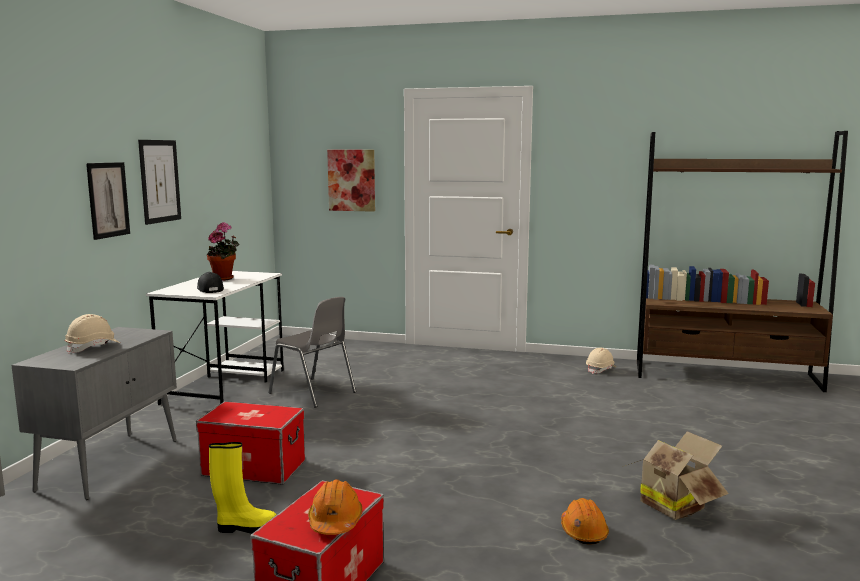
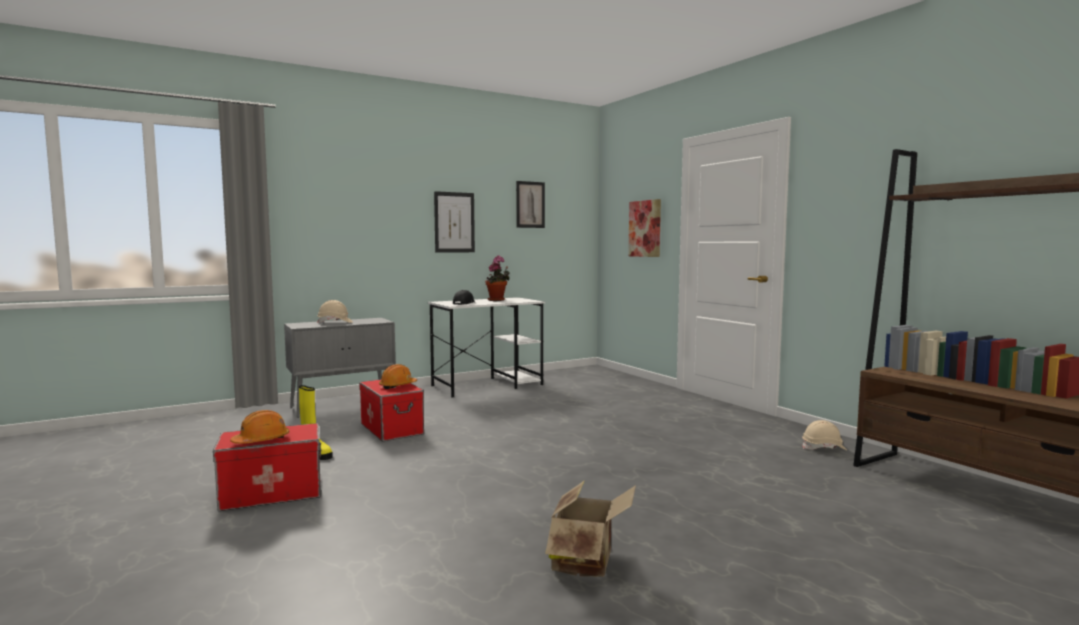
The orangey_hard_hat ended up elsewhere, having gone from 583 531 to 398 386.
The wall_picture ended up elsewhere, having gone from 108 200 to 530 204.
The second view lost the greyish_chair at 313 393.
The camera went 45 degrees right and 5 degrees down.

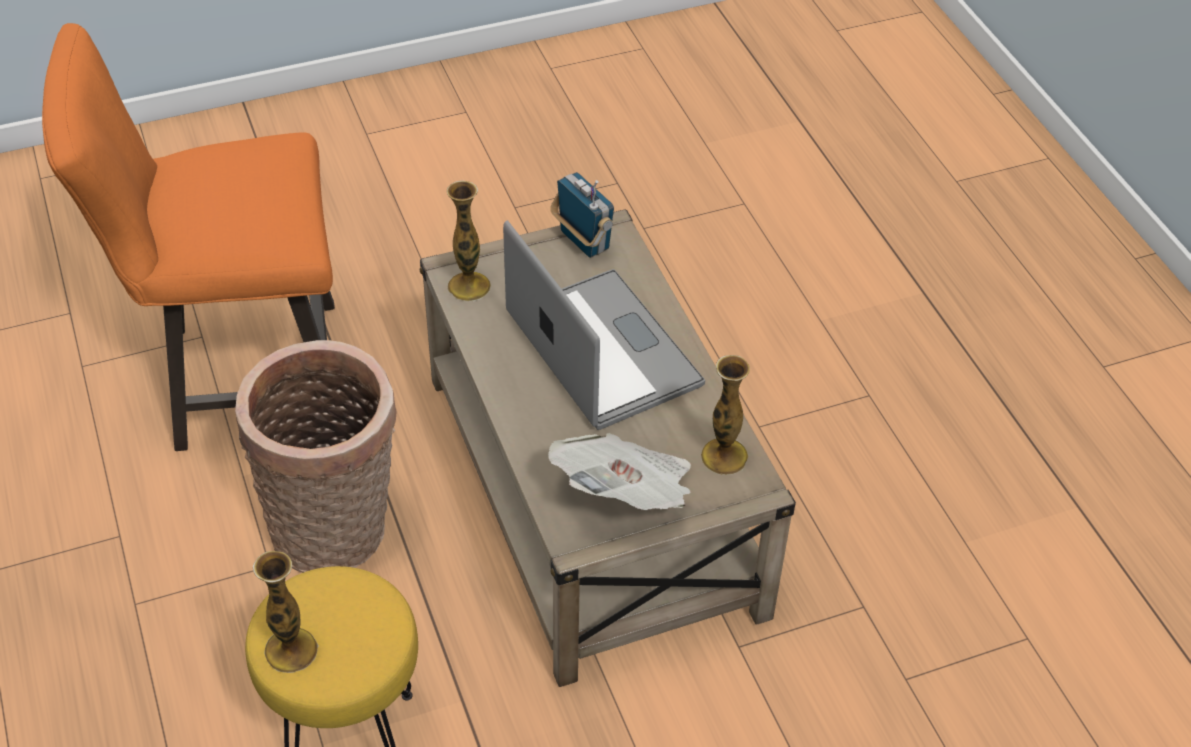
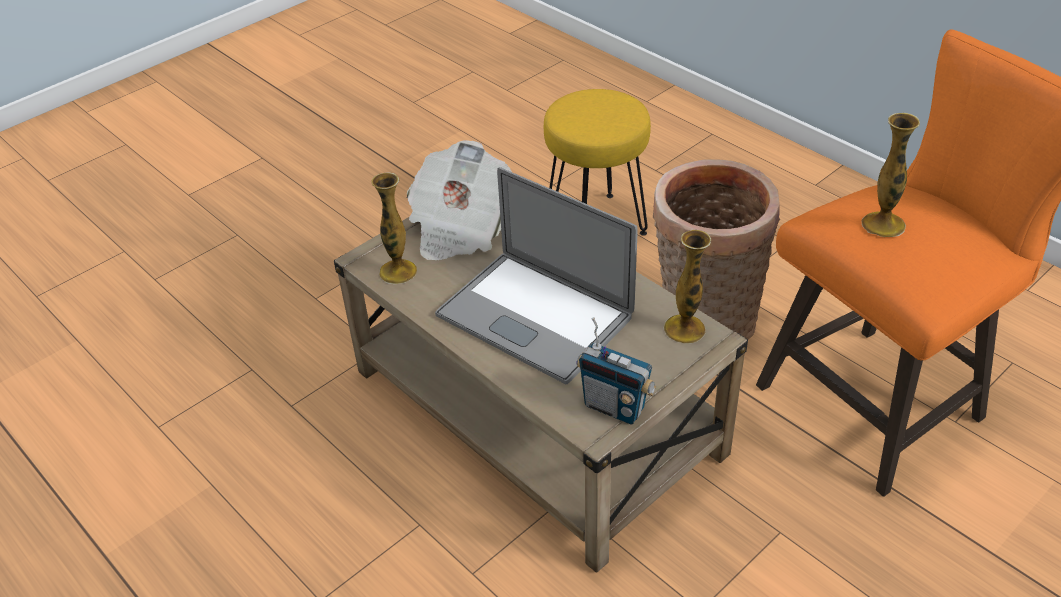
The decorative_vase ended up elsewhere, having gone from 291 650 to 883 224.
The camera went 160 degrees right and 5 degrees down.

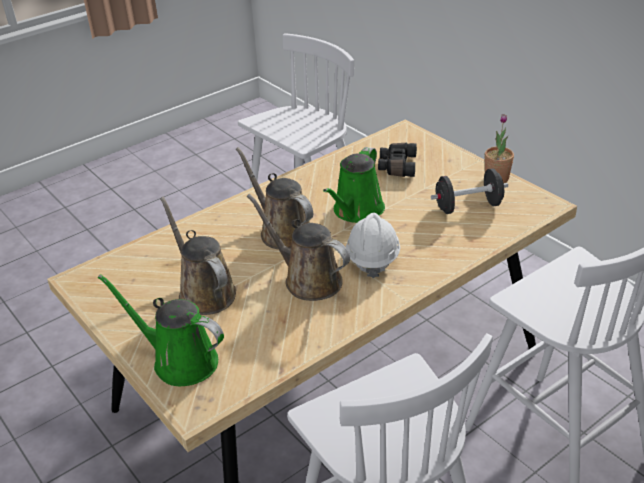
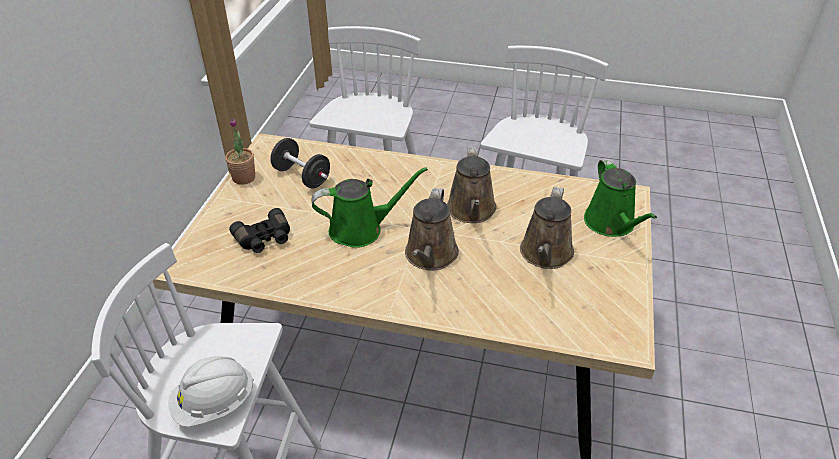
The white-coloured_hard_hat ended up elsewhere, having gone from 372 258 to 214 404.
The camera went 130 degrees left and 5 degrees up.

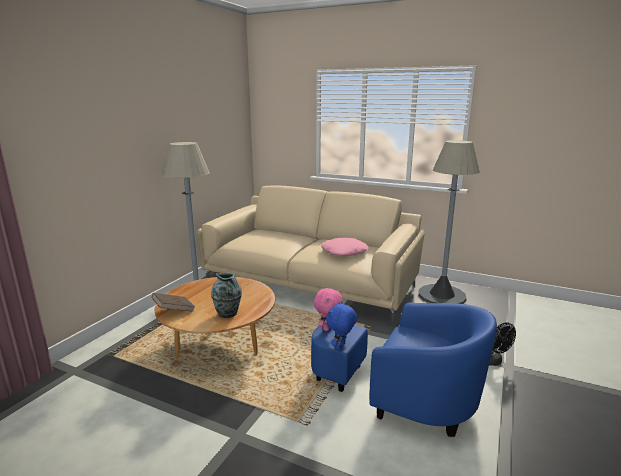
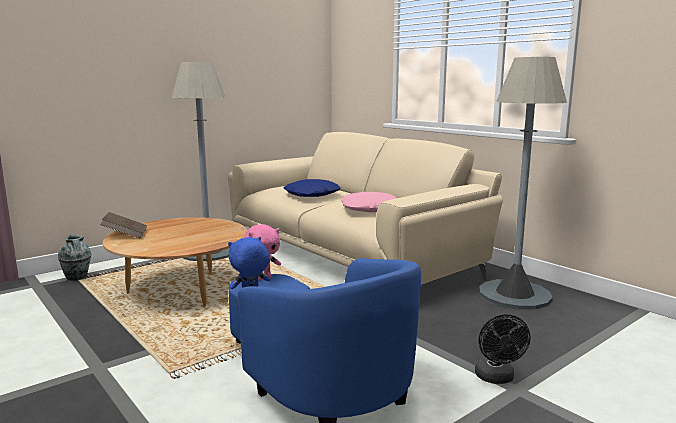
The decorative_vase ended up elsewhere, having gone from 228 314 to 77 277.
The second view gained the bluish_pillow at 312 194.
The camera went 25 degrees right and 5 degrees down.

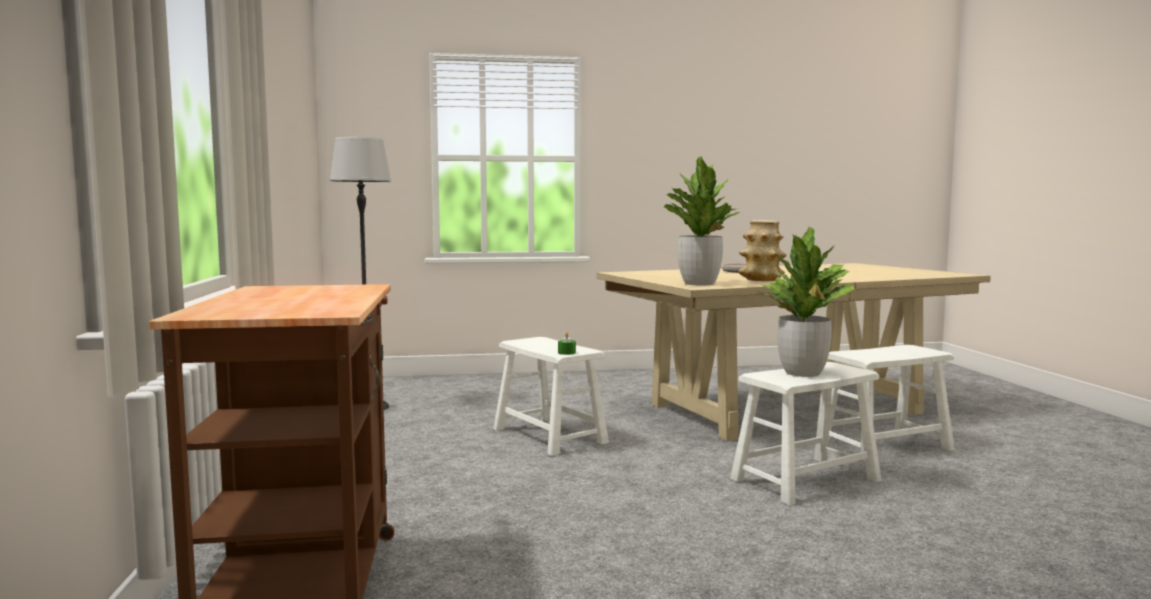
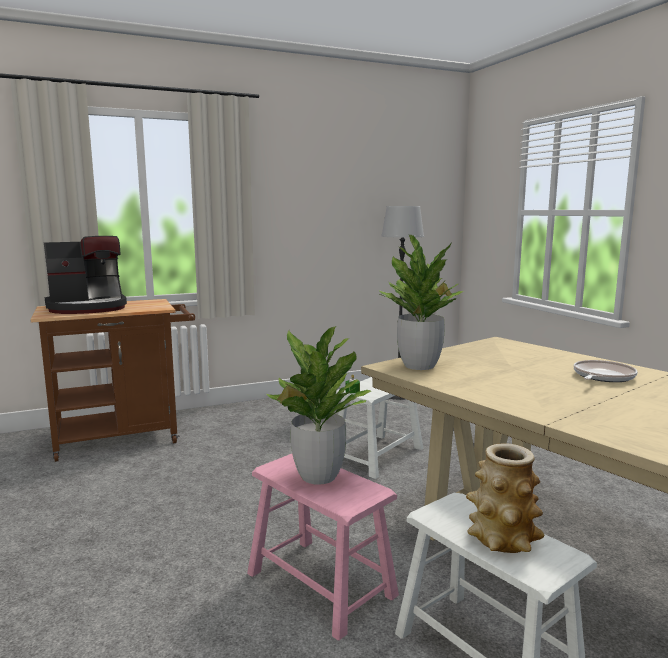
The second view gained the coffee_machine at 88 308.
What was the white-coloured_sitting_stool at 805 480 turned into the pink_sitting_stool at 320 584.
The decorative_vase ended up elsewhere, having gone from 761 279 to 502 539.
The camera went 75 degrees right and 5 degrees up.

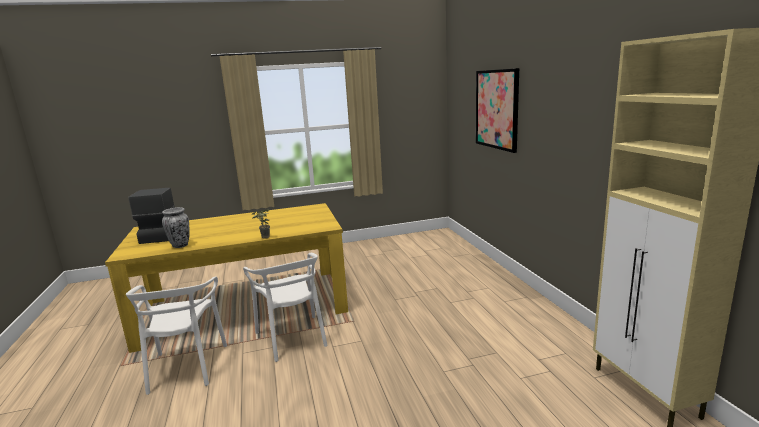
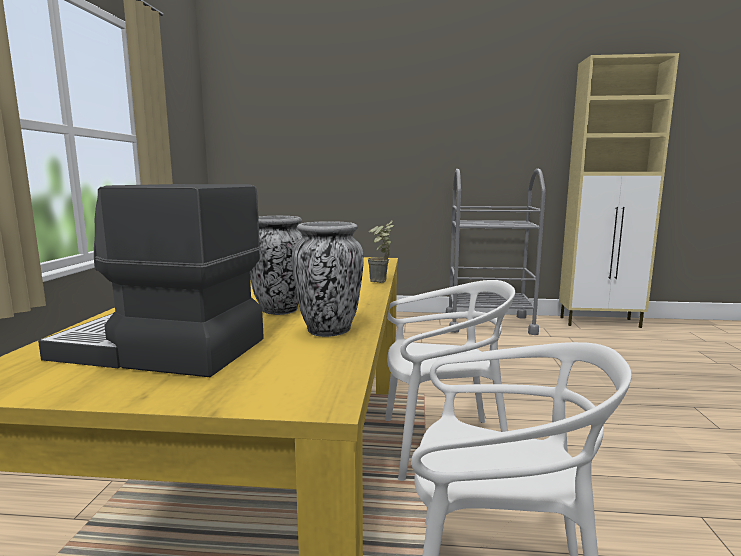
The second view gained the decorative_vase at 279 310.
The second view gained the greyish_trolley at 489 324.
The second view lost the wall_picture at 496 109.
The camera went 70 degrees left and 5 degrees down.

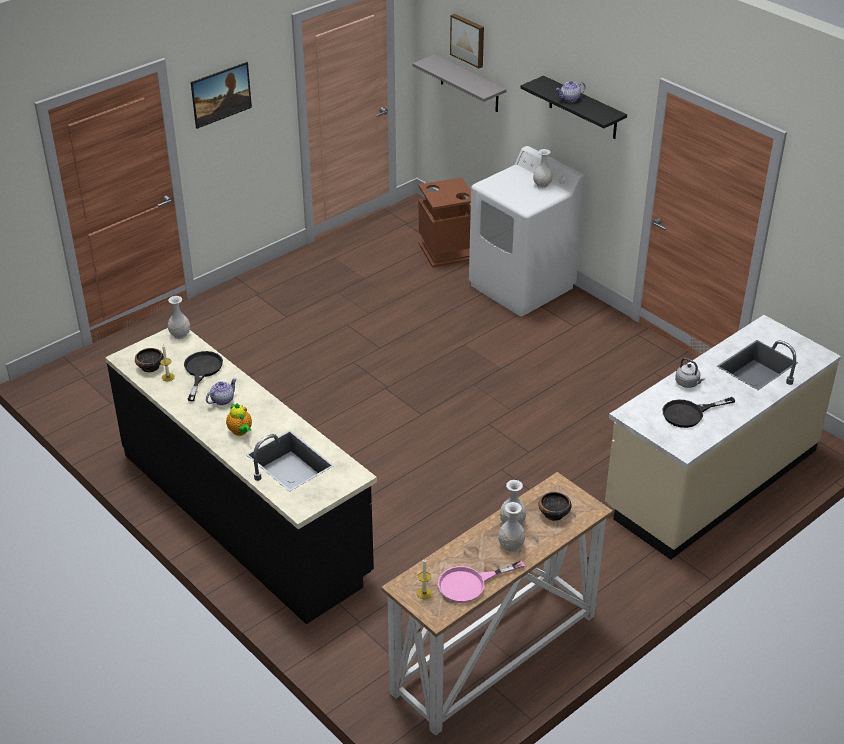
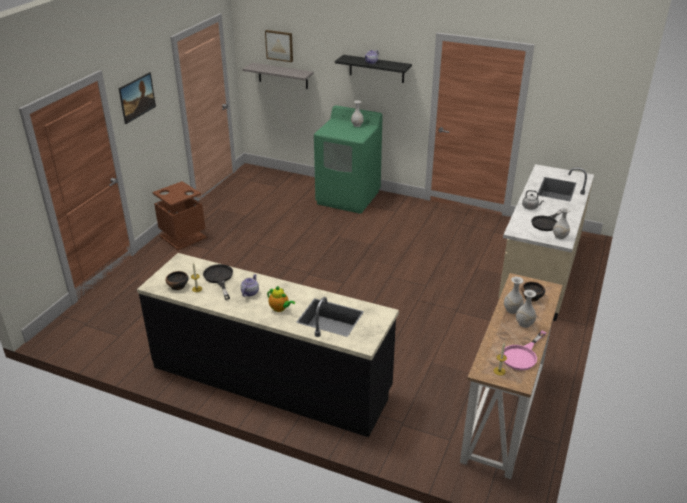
The brown-coloured_waste_bin ended up elsewhere, having gone from 446 251 to 182 237.
What was the white-coloured_washing_machine at 522 286 turned into the green_washing_machine at 348 197.
The white-coloured_decorative_vase ended up elsewhere, having gone from 179 335 to 559 237.
The camera went 25 degrees left and 5 degrees down.

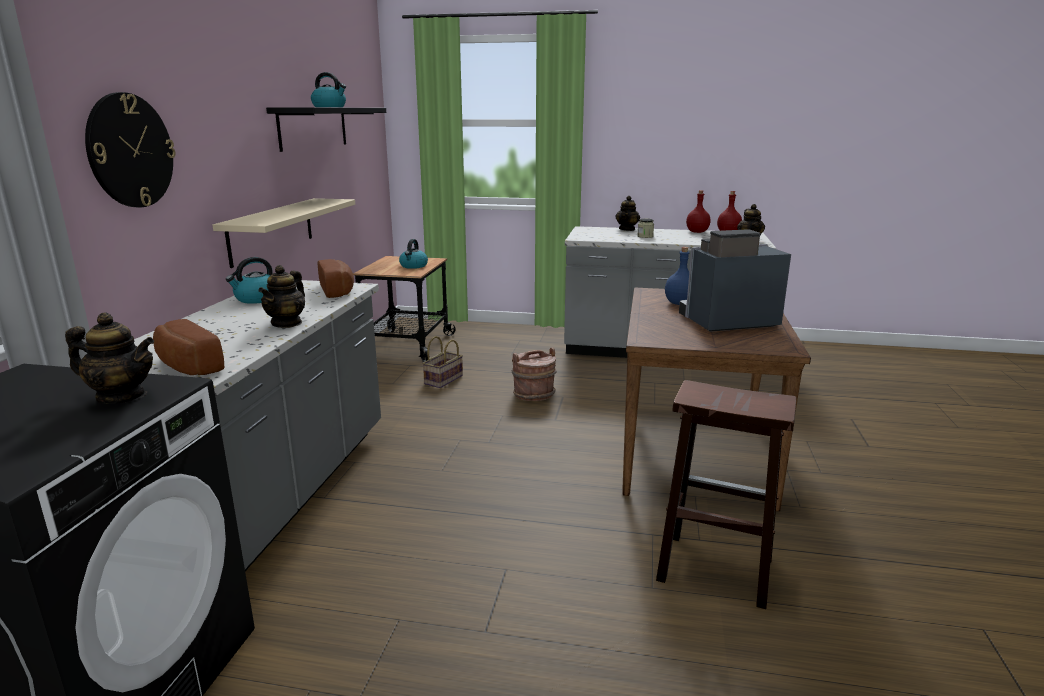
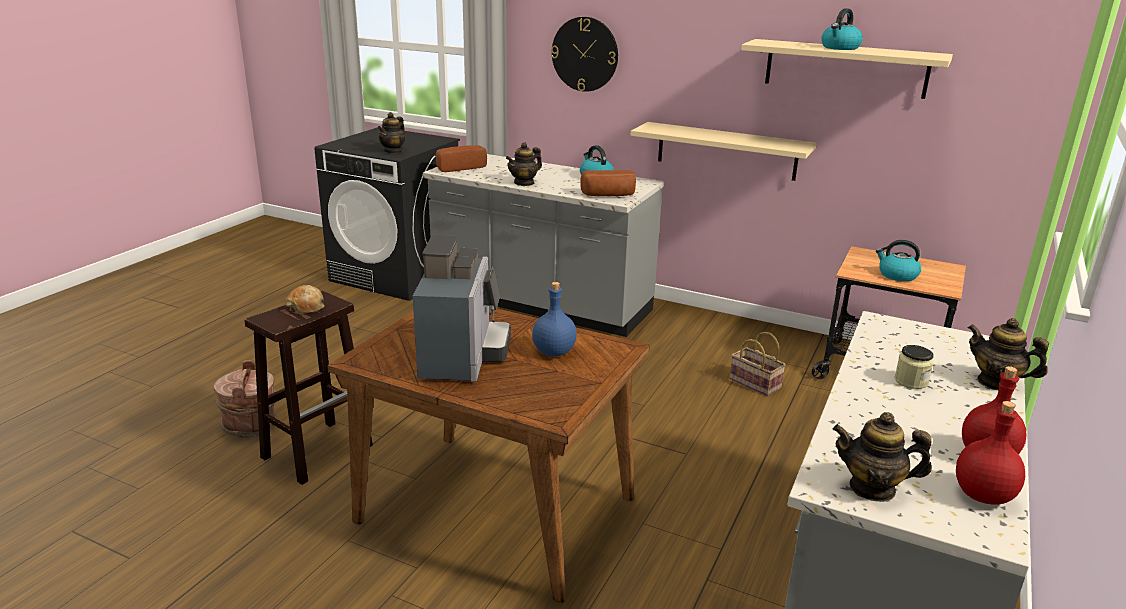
The brown-coloured_bucket ended up elsewhere, having gone from 533 394 to 251 425.
The second view gained the bread at 306 307.
The pot_for_tea at 287 323 ended up facing another way, 75 degrees counterclockwise from before.
What was the black-coloured_shelf at 313 127 turned into the sand-coloured_shelf at 845 68.
The camera went 105 degrees right and 5 degrees up.

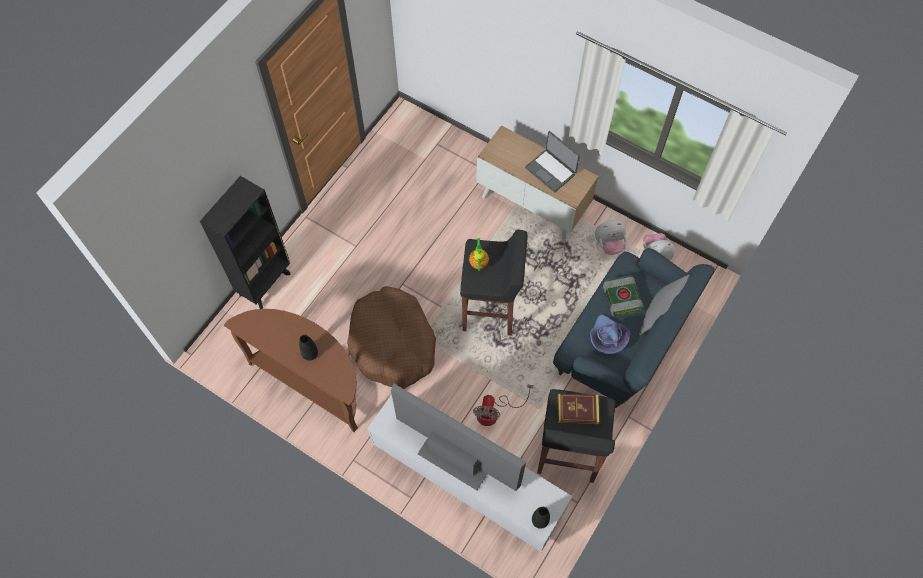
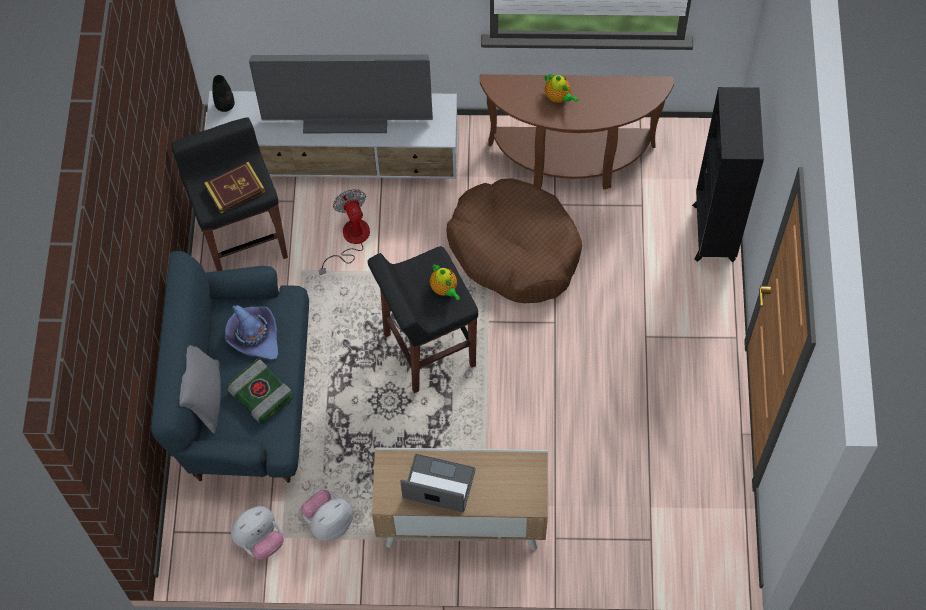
Where the black-coloured_decorative_vase stood at 310 354, the pot_for_tea came to stand at 558 97.
The camera went 150 degrees right and 0 degrees up.

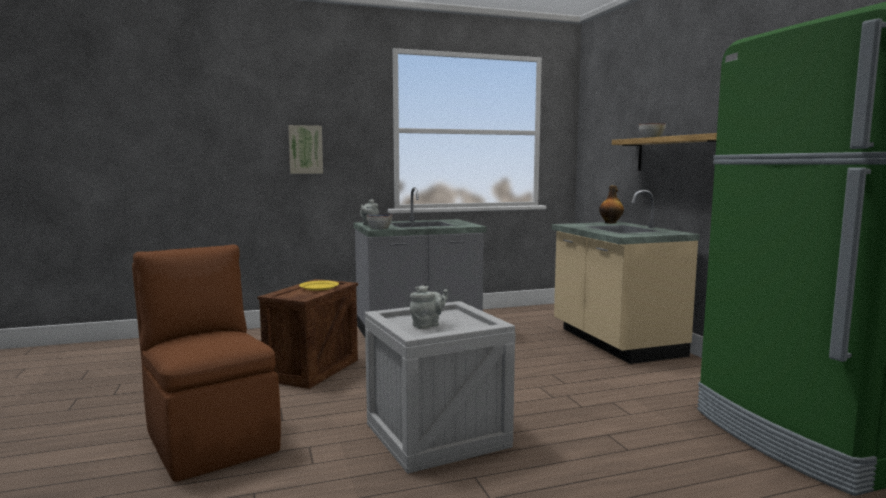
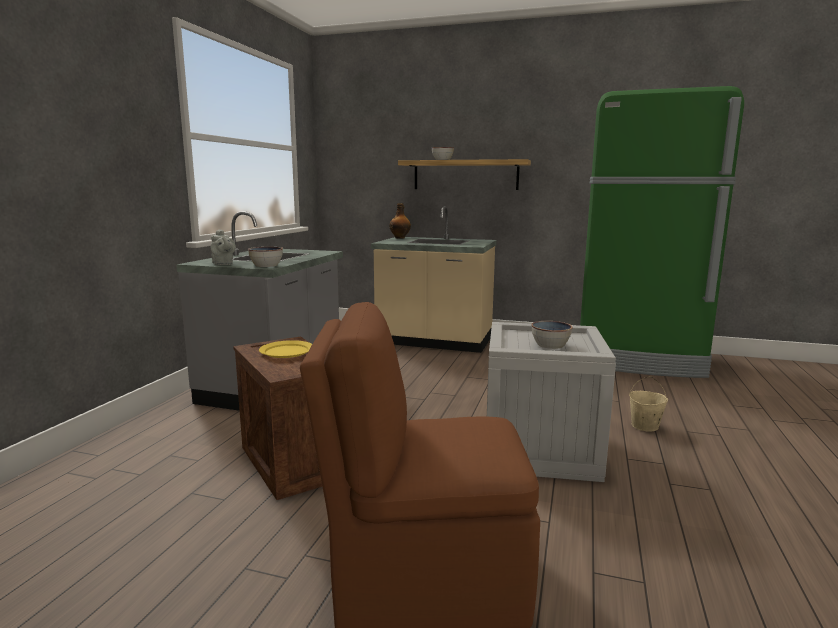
Where the greyish_pot_for_tea stood at 427 325, the serving_bowl came to stand at 550 345.
The second view gained the sand-coloured_bucket at 644 426.
The second view lost the wall_picture at 305 149.
The camera went 55 degrees left and 5 degrees up.

